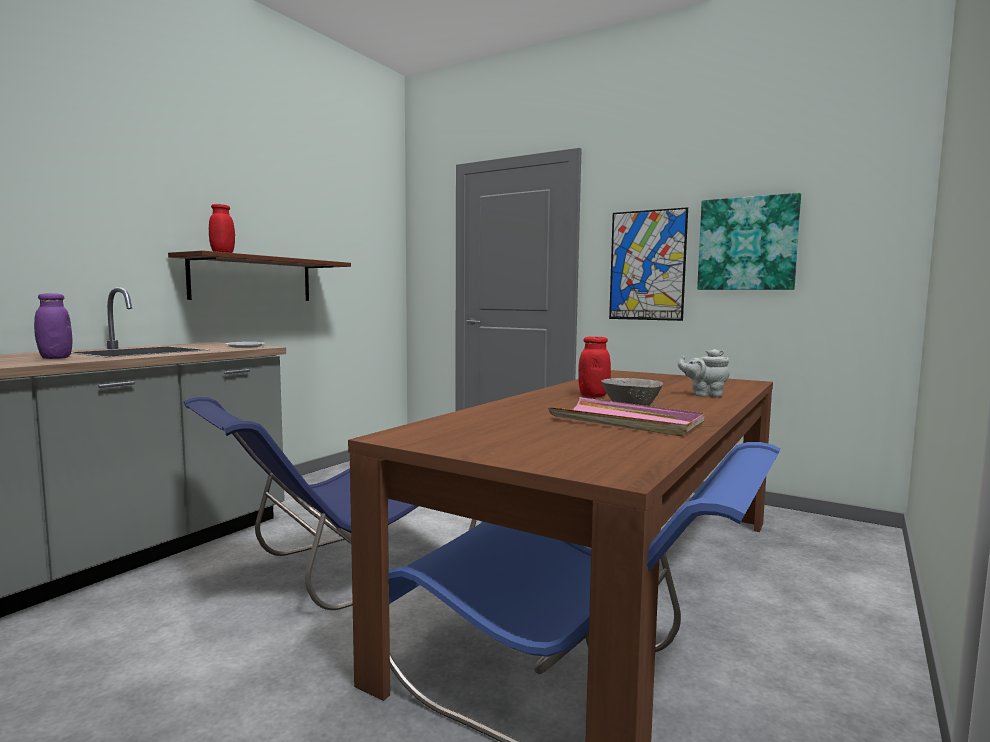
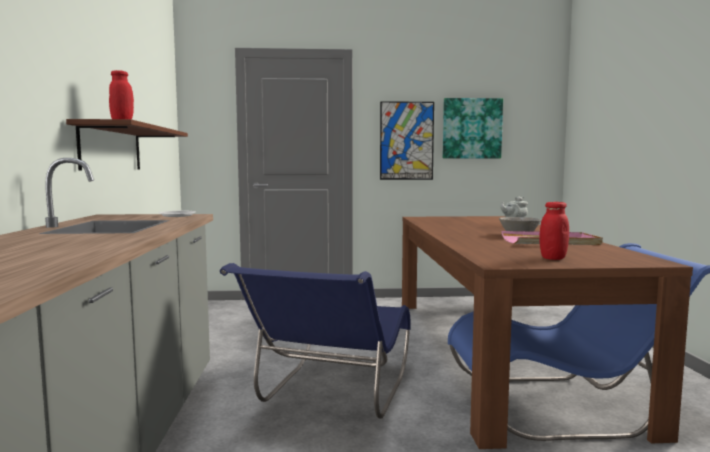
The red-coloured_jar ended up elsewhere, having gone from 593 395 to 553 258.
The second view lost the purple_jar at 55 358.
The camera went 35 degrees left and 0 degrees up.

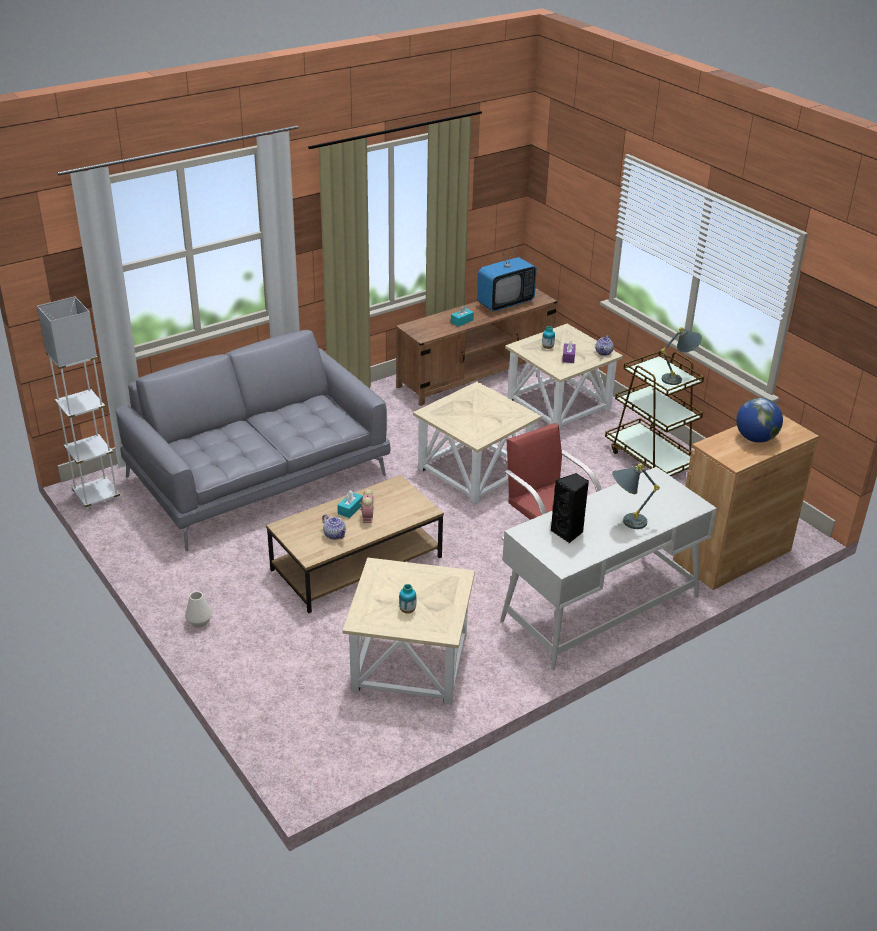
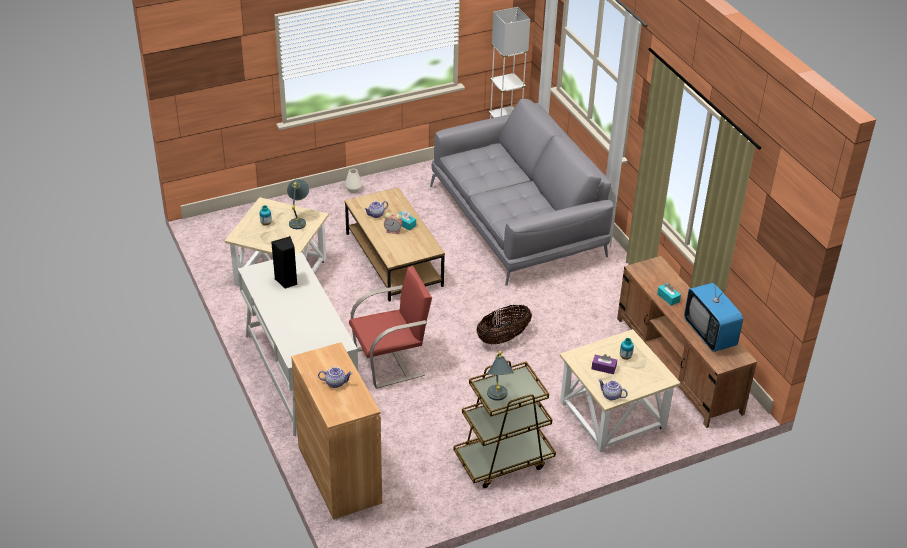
The greyish_tabletop_lamp ended up elsewhere, having gone from 625 522 to 299 220.
Where the globe stood at 755 438, the pot_for_tea came to stand at 335 383.
Where the sand-coloured_end_table stood at 476 471, the basket came to stand at 503 338.
The camera went 100 degrees right and 5 degrees up.

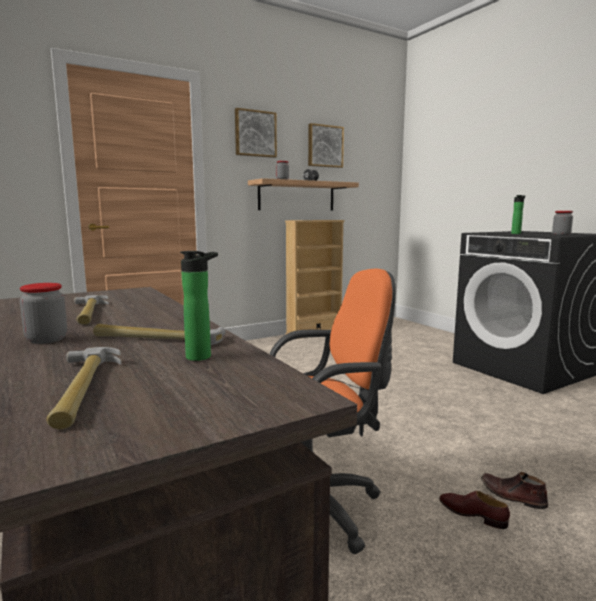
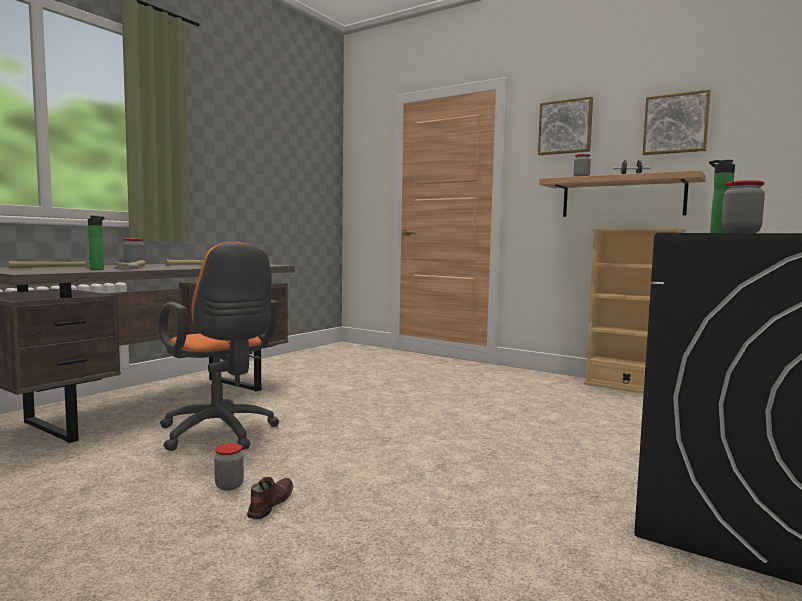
Where the brown-coloured_shoe stood at 472 514, the jar came to stand at 229 486.
The camera went 65 degrees right and 5 degrees down.

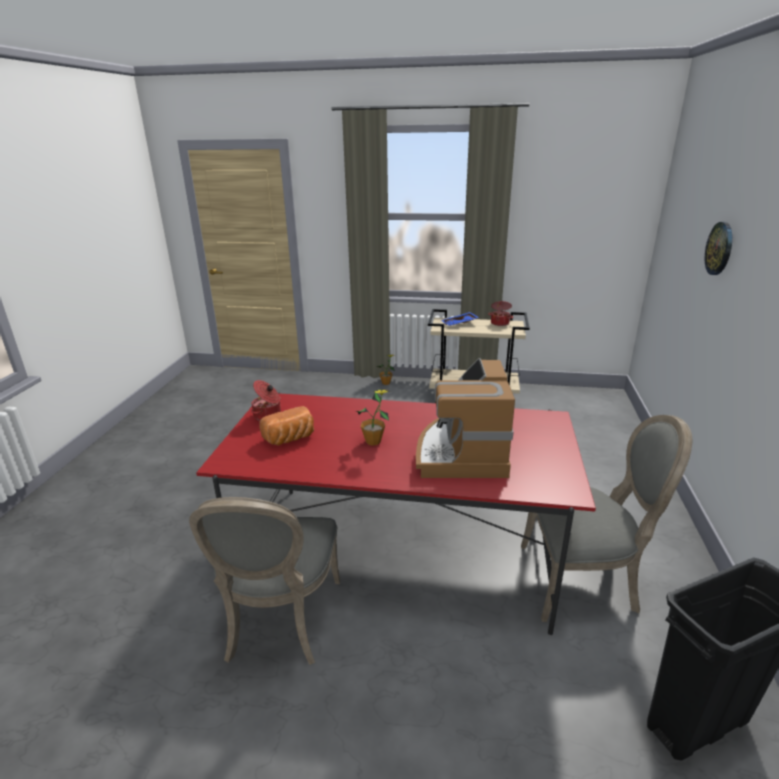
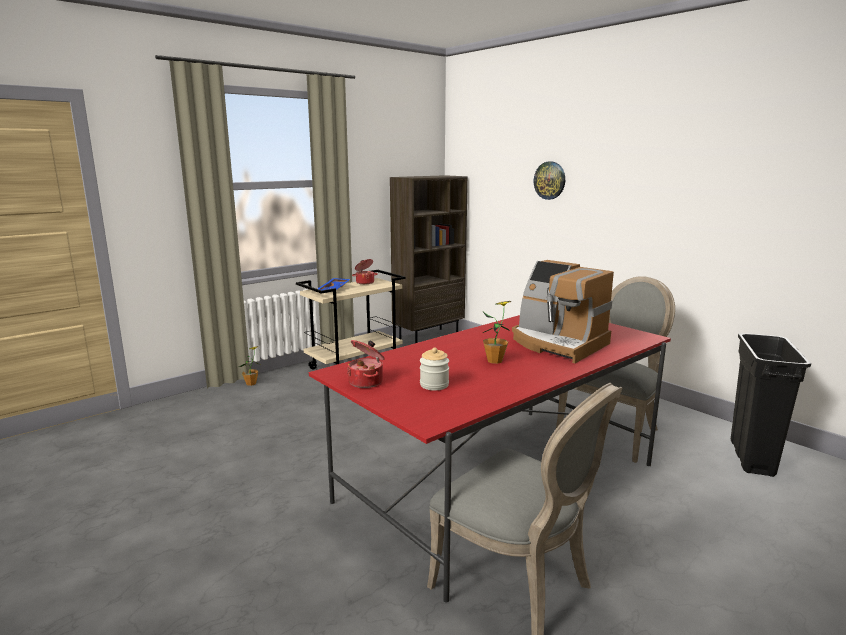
The second view gained the brown-coloured_bookshelf at 428 337.
Where the bread stood at 290 439, the jar came to stand at 434 385.
The camera went 50 degrees left and 10 degrees down.

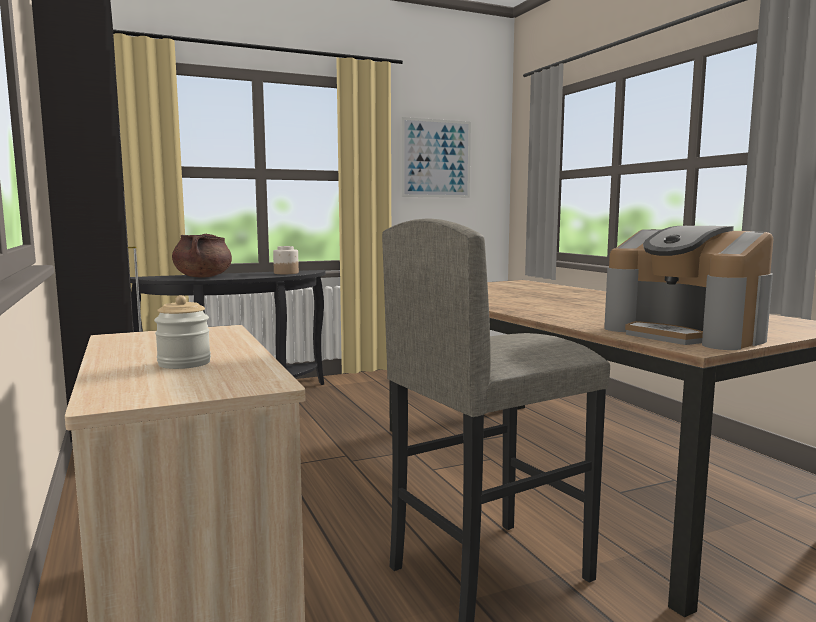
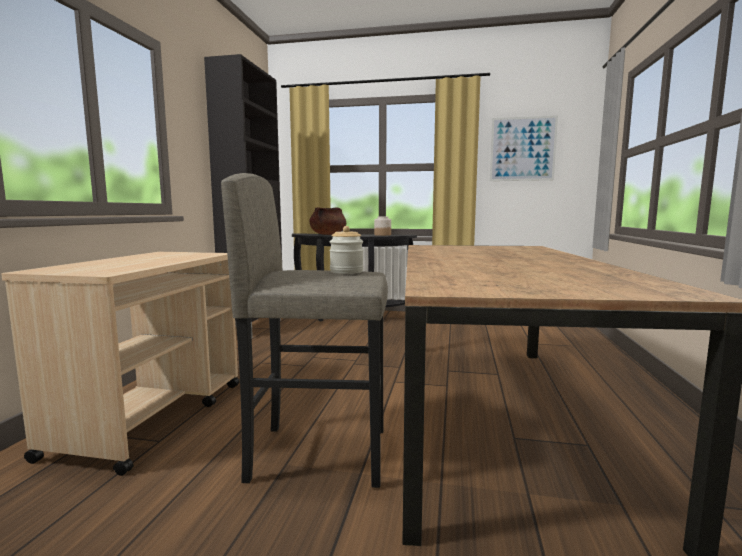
The jar ended up elsewhere, having gone from 184 363 to 346 271.
The second view lost the coffee_machine at 685 333.
The camera went 35 degrees right and 0 degrees up.

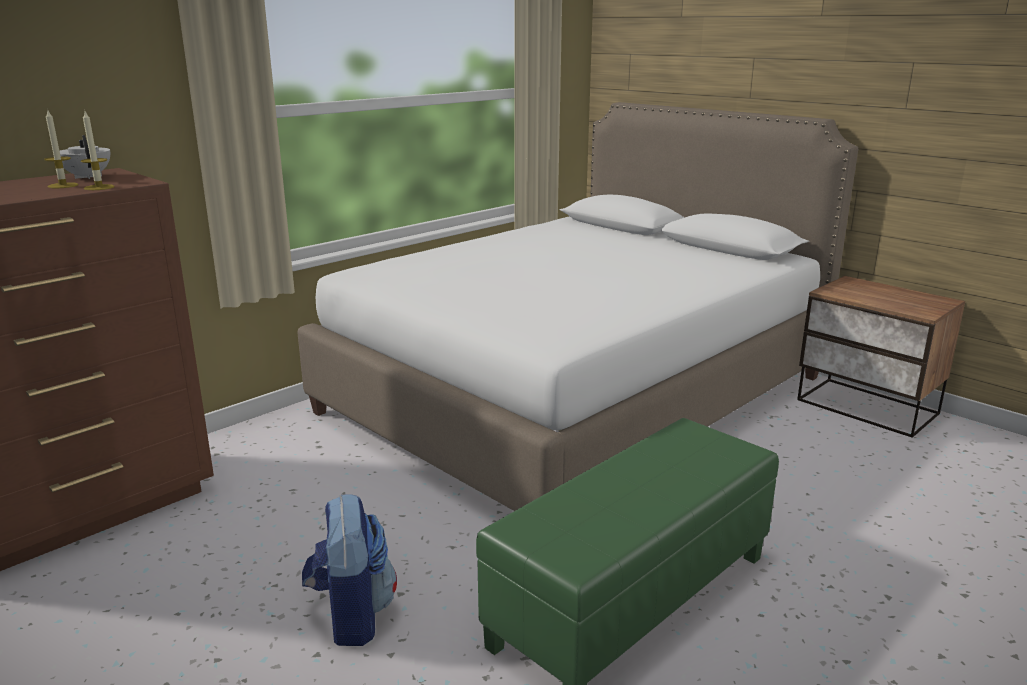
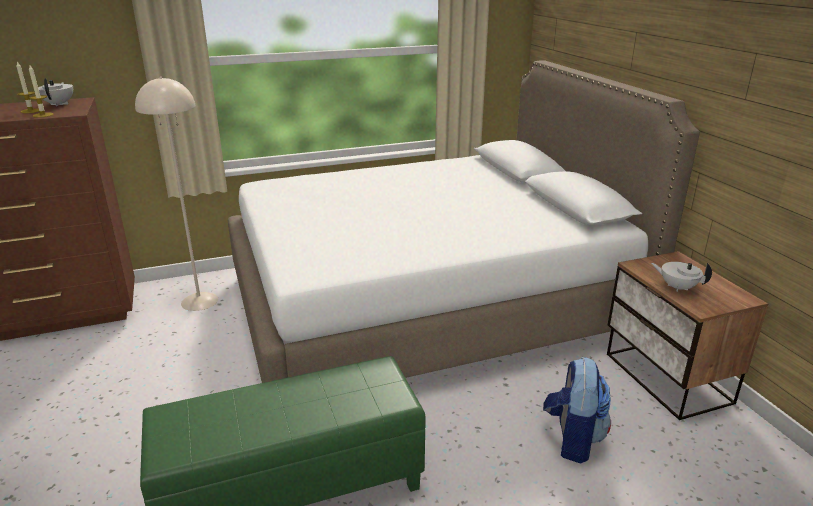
The second view gained the sand-coloured_standing_lamp at 200 301.
The backpack ended up elsewhere, having gone from 351 615 to 572 439.
The second view gained the white-coloured_pot_for_tea at 677 287.
The camera went 25 degrees right and 5 degrees up.

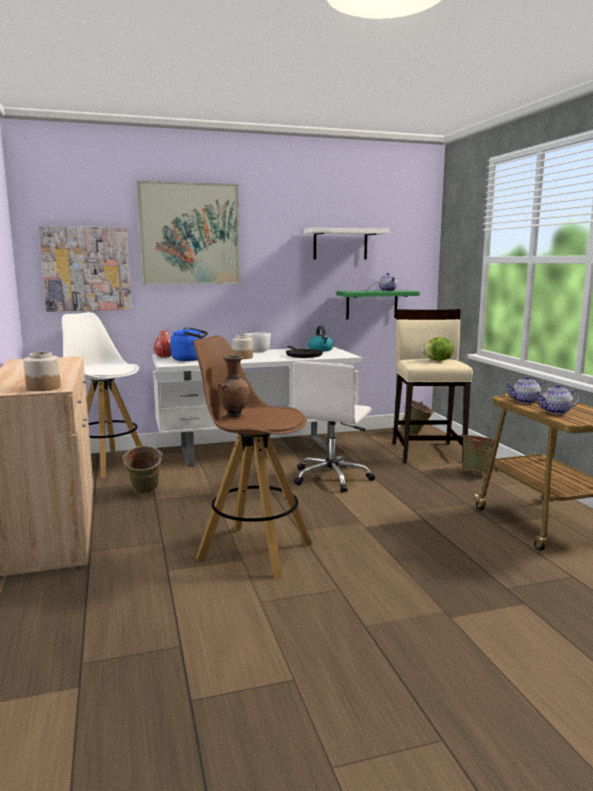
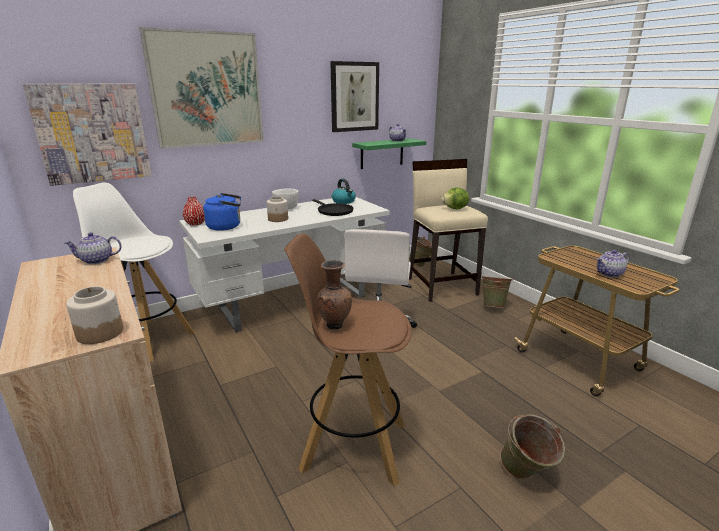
The pot_for_tea ended up elsewhere, having gone from 525 401 to 96 260.
Where the white-coloured_shelf hung at 340 244, the wall_picture came to hang at 354 97.
The green_bucket ended up elsewhere, having gone from 144 493 to 525 476.
The camera went 15 degrees left and 10 degrees up.

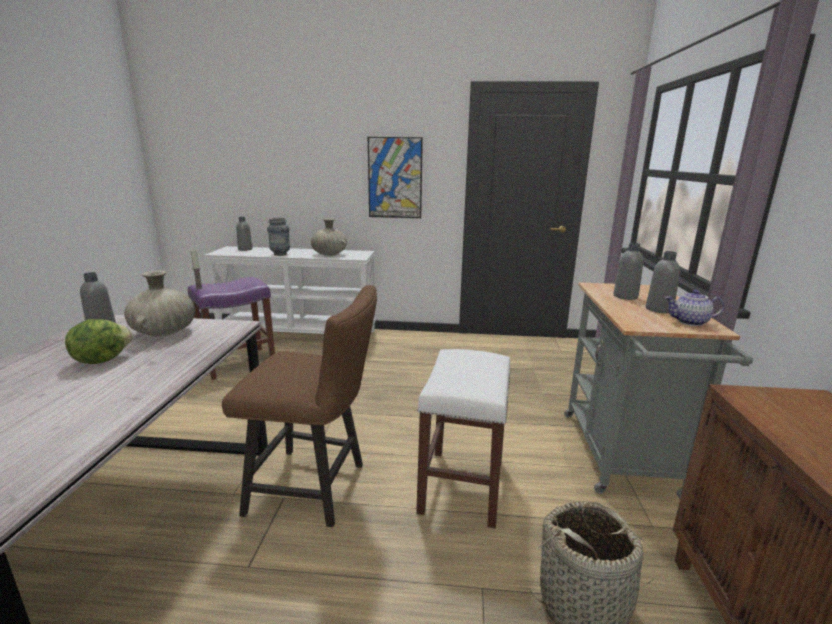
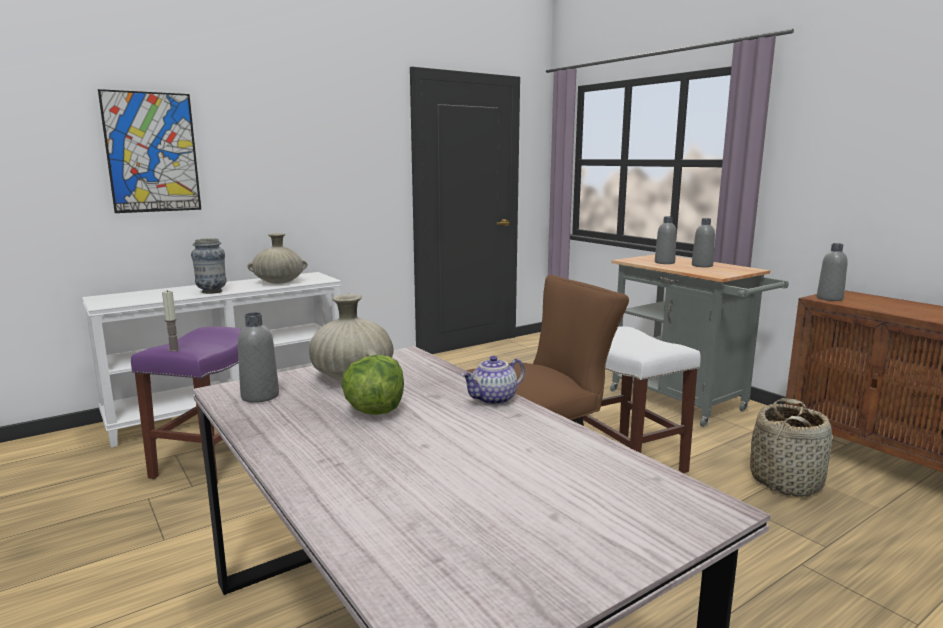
The wall_picture ended up elsewhere, having gone from 395 178 to 152 152.
The pot_for_tea ended up elsewhere, having gone from 690 322 to 494 400.
The greyish_drink_bottle ended up elsewhere, having gone from 245 249 to 829 298.
The camera went 40 degrees left and 5 degrees down.

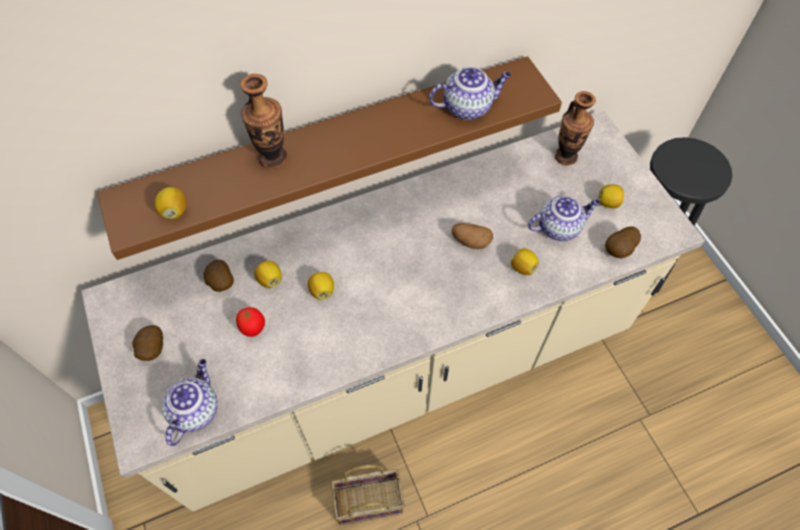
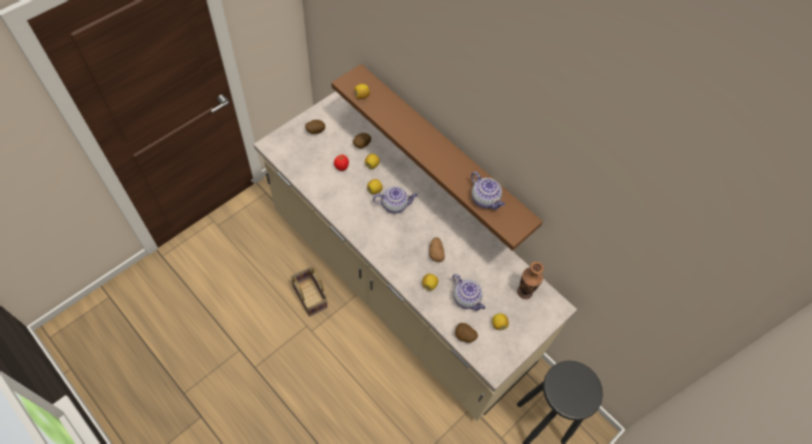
The pot_for_tea ended up elsewhere, having gone from 195 409 to 395 205.
The second view lost the decorative_vase at 273 158.
The camera went 65 degrees right and 0 degrees up.

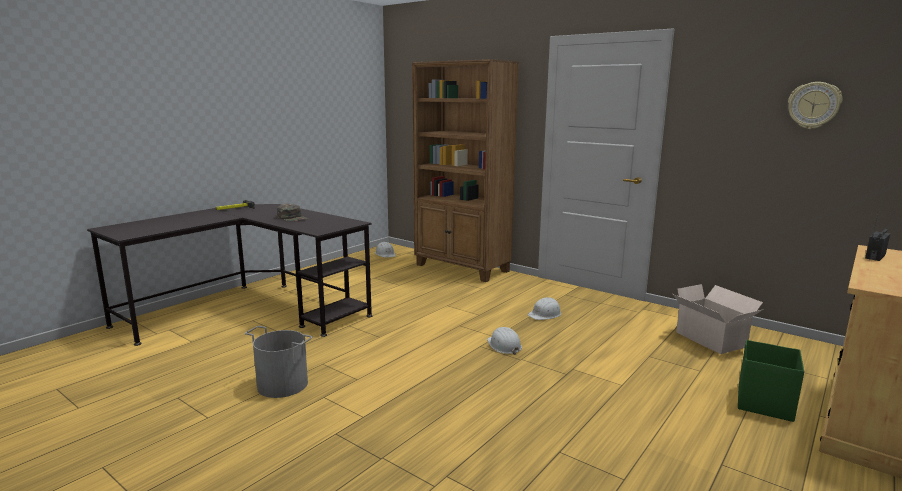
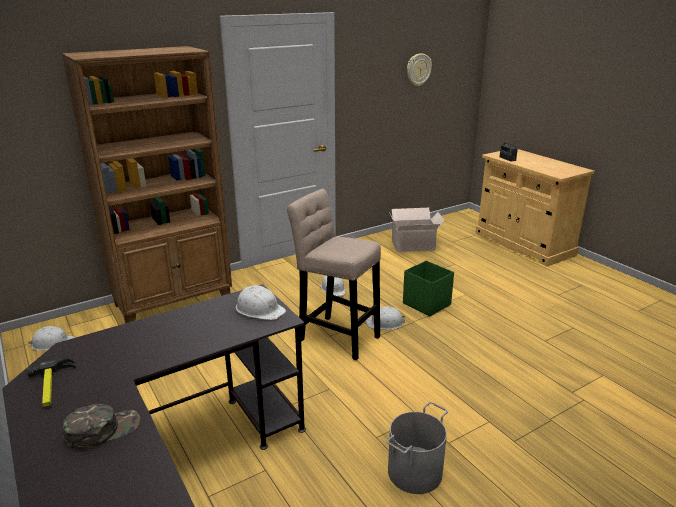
The green_peaked_cap ended up elsewhere, having gone from 292 218 to 103 429.
The second view gained the white-coloured_hard_hat at 259 309.
The second view gained the sand-coloured_sitting_stool at 336 336.
The green_storage_container ended up elsewhere, having gone from 765 403 to 426 303.
The camera went 70 degrees left and 10 degrees up.

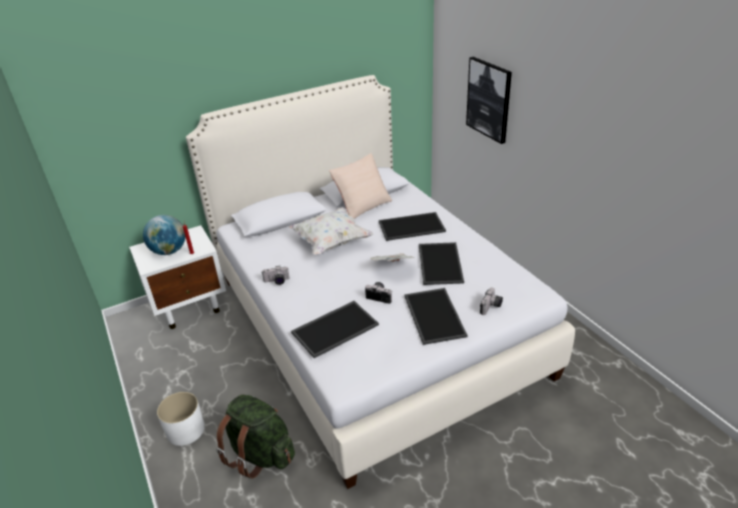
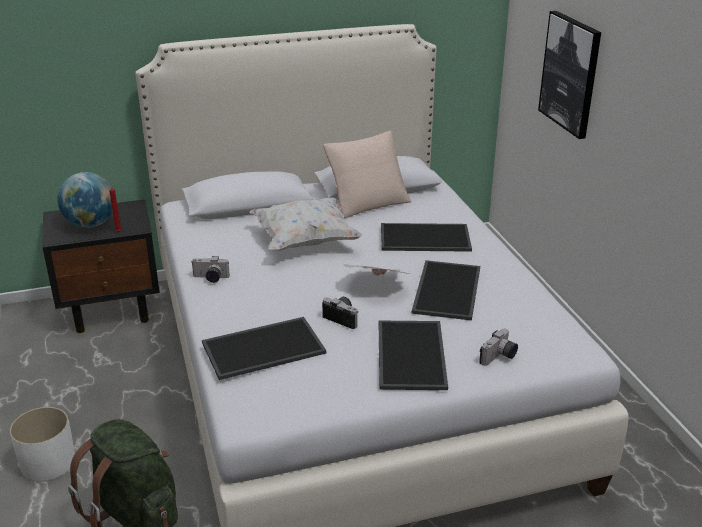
What was the white-coloured_nightstand at 190 306 turned into the black-coloured_nightstand at 112 309.
The camera went 10 degrees right and 5 degrees down.

